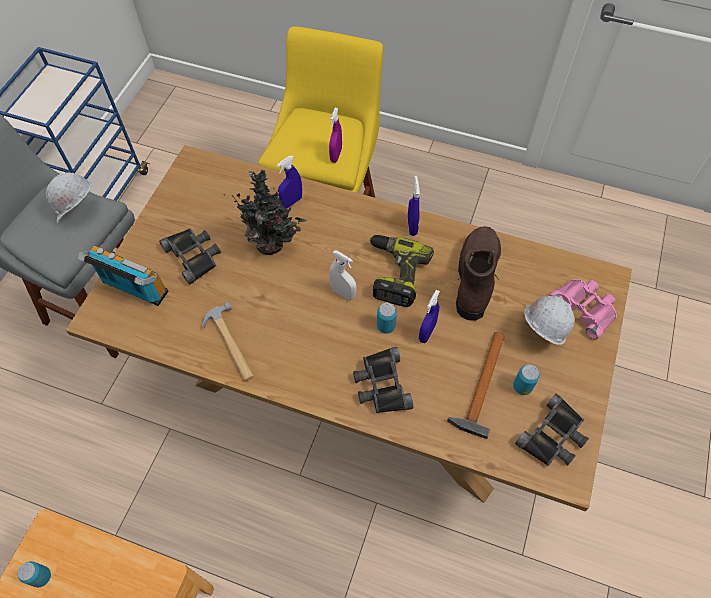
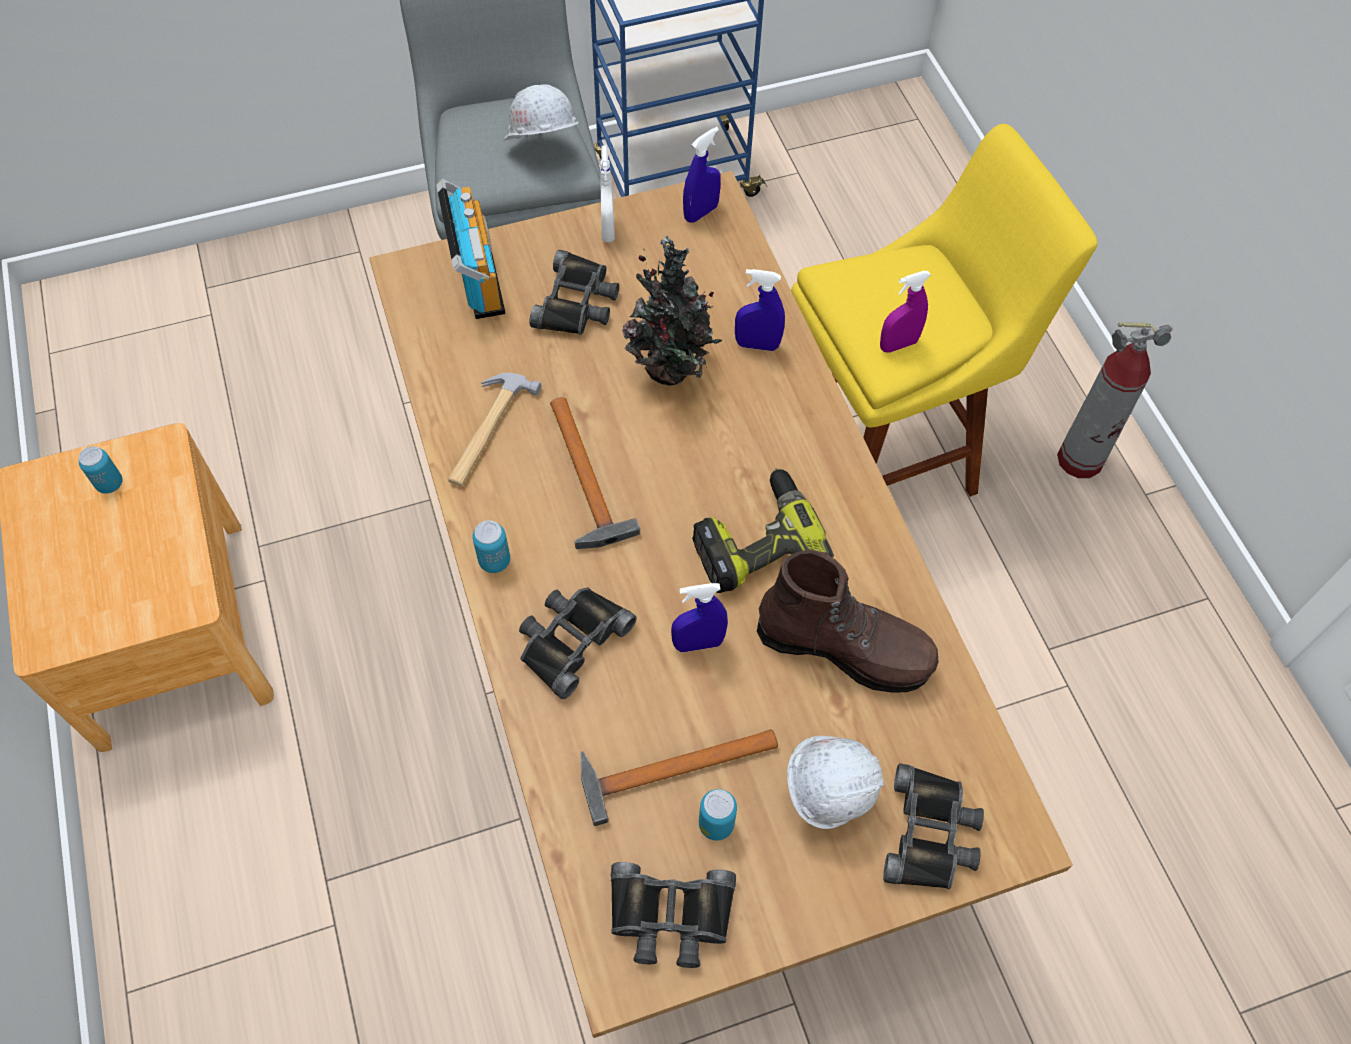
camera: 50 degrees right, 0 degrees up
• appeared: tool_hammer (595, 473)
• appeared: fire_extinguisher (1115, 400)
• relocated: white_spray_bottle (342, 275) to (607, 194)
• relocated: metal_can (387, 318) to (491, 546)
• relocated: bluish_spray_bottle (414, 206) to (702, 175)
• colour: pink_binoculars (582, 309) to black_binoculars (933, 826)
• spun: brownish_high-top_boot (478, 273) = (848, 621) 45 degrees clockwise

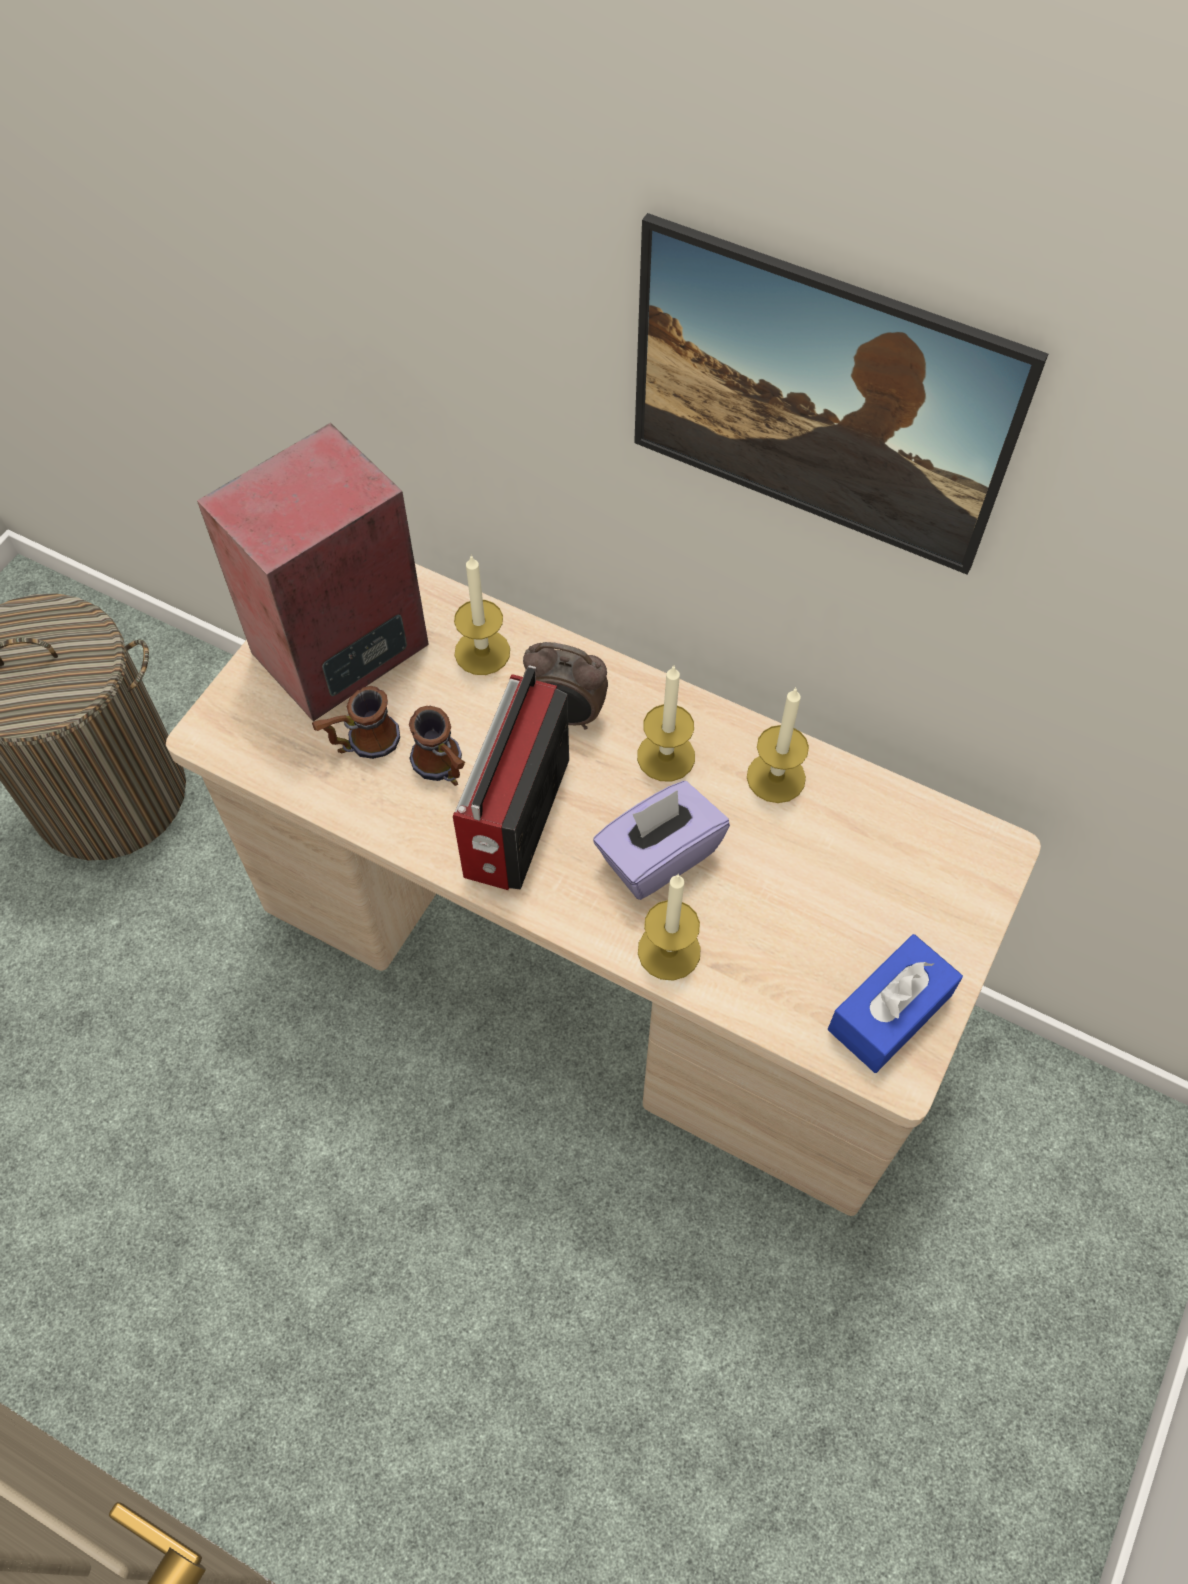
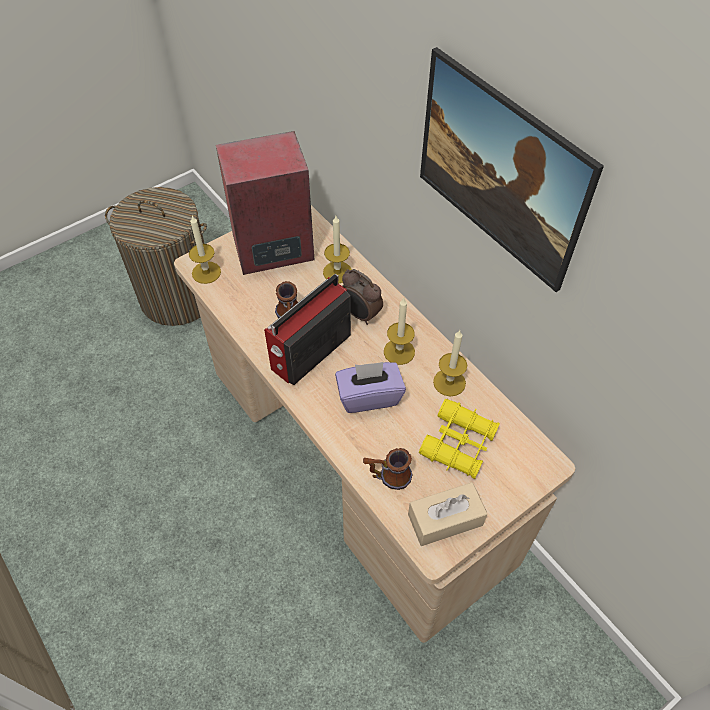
camera: 25 degrees right, 5 degrees down
• appeared: yellowish_binoculars (459, 438)
• relocated: tea_mug (356, 722) to (388, 469)
• relocated: candle (669, 928) to (205, 249)
• colour: bluish_tissue_holder (895, 1003) to sand-coloured_tissue_holder (448, 514)

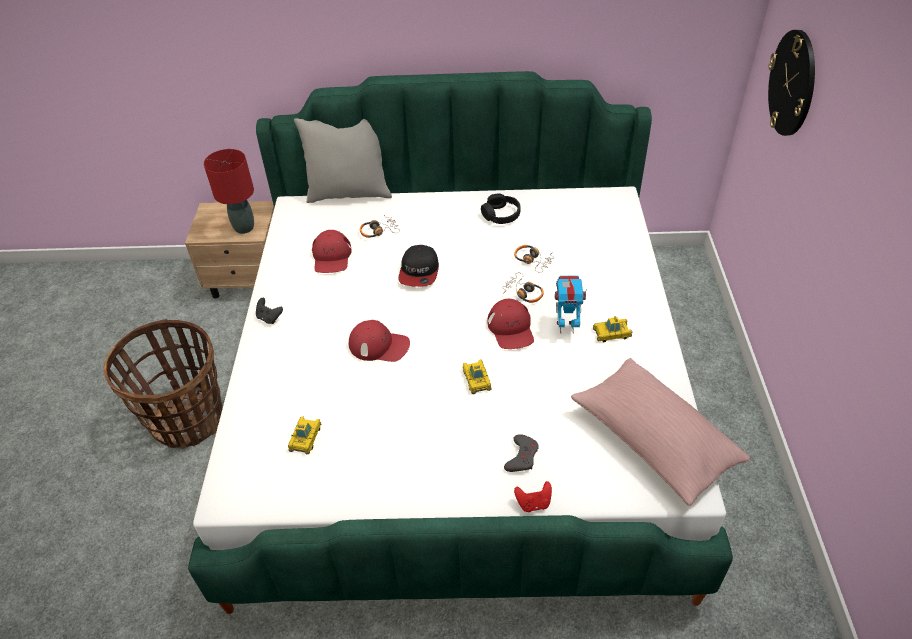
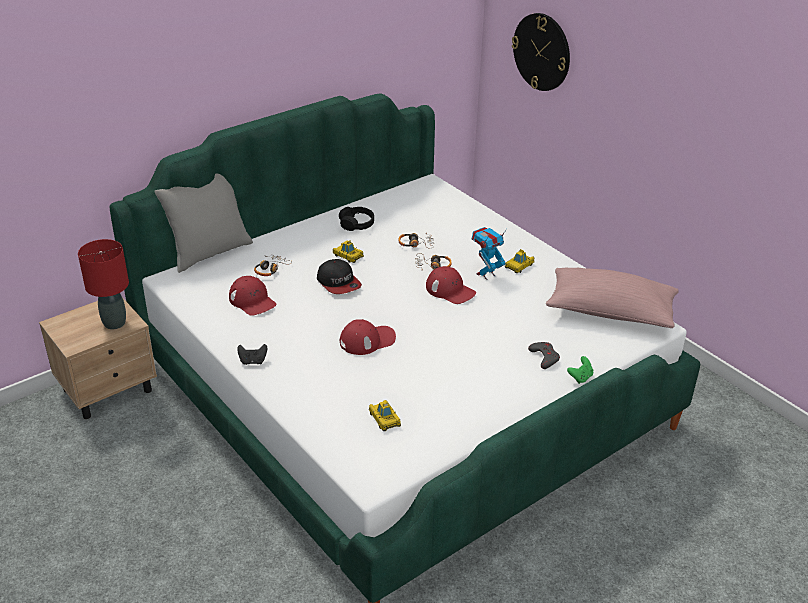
camera: 40 degrees left, 10 degrees down
• missing: household_basket (163, 384)
• relocated: model_car (477, 377) to (348, 251)
• colour: red_joypad (533, 496) to greenish_joypad (580, 370)

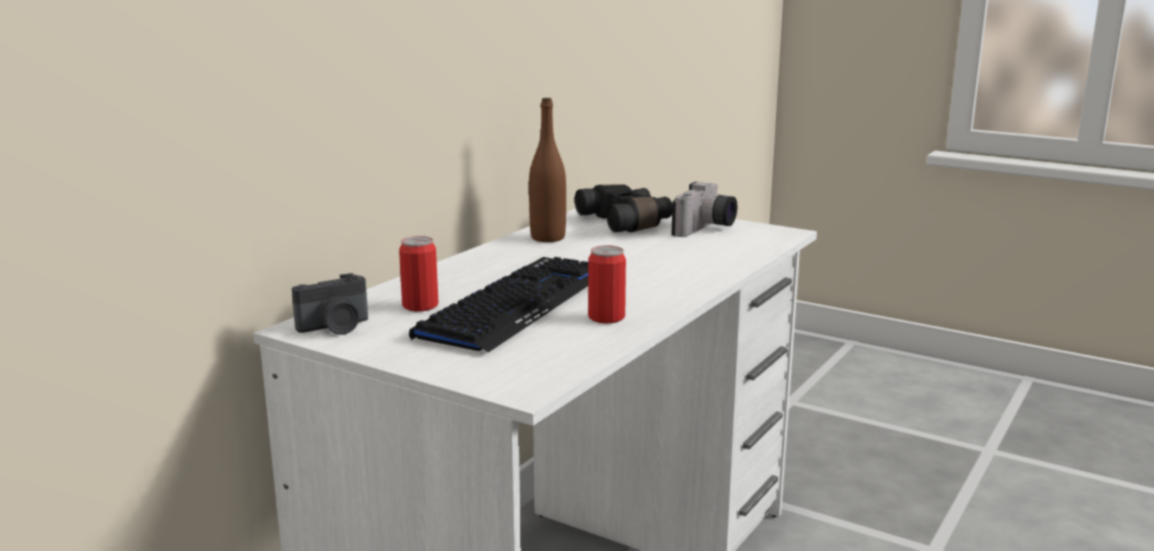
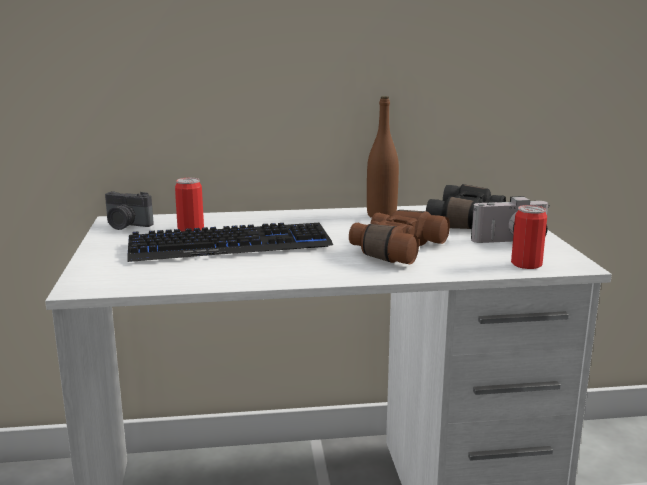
camera: 50 degrees right, 0 degrees up
• appeared: brownish_binoculars (399, 237)
• relocated: metal_can (607, 284) to (529, 237)

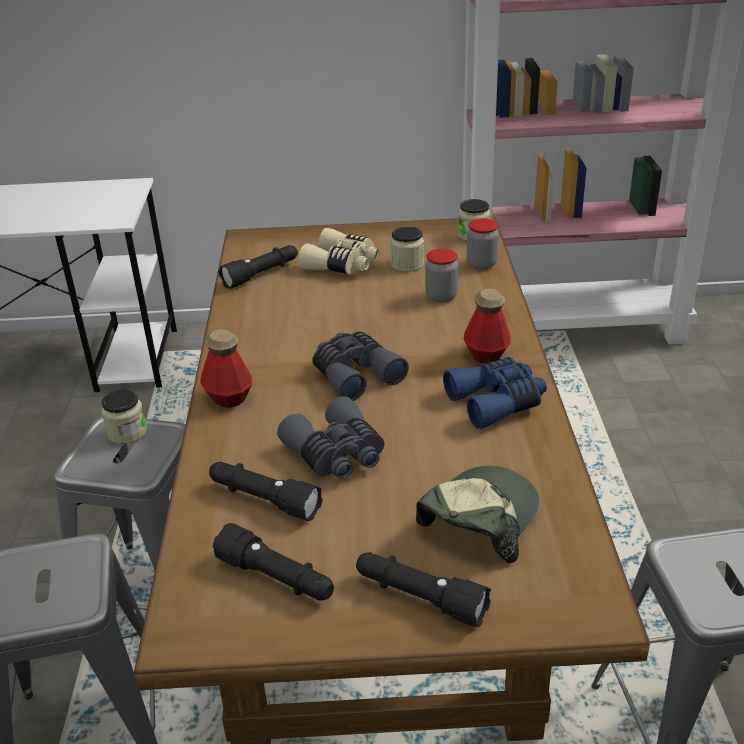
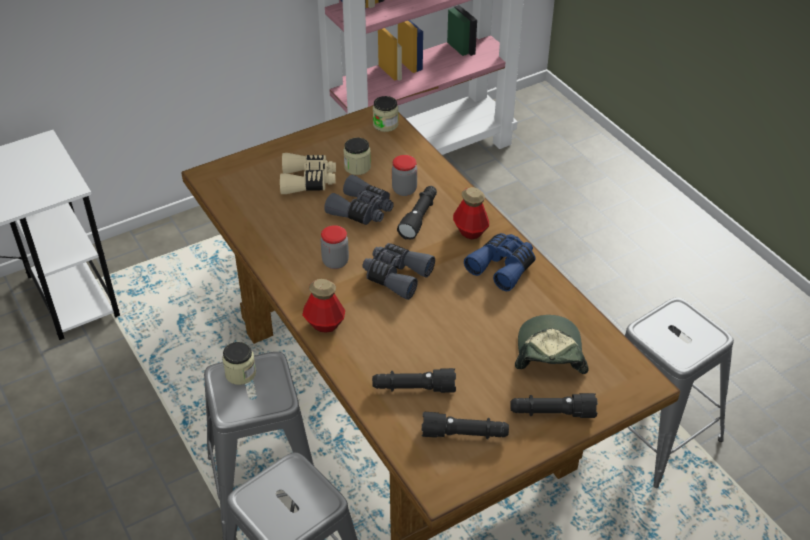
camera: 30 degrees left, 10 degrees up
• relocated: black_torch (258, 267) to (417, 212)
• relocated: grey_binoculars (331, 437) to (359, 200)
• relocated: preserve_jar (483, 244) to (335, 247)

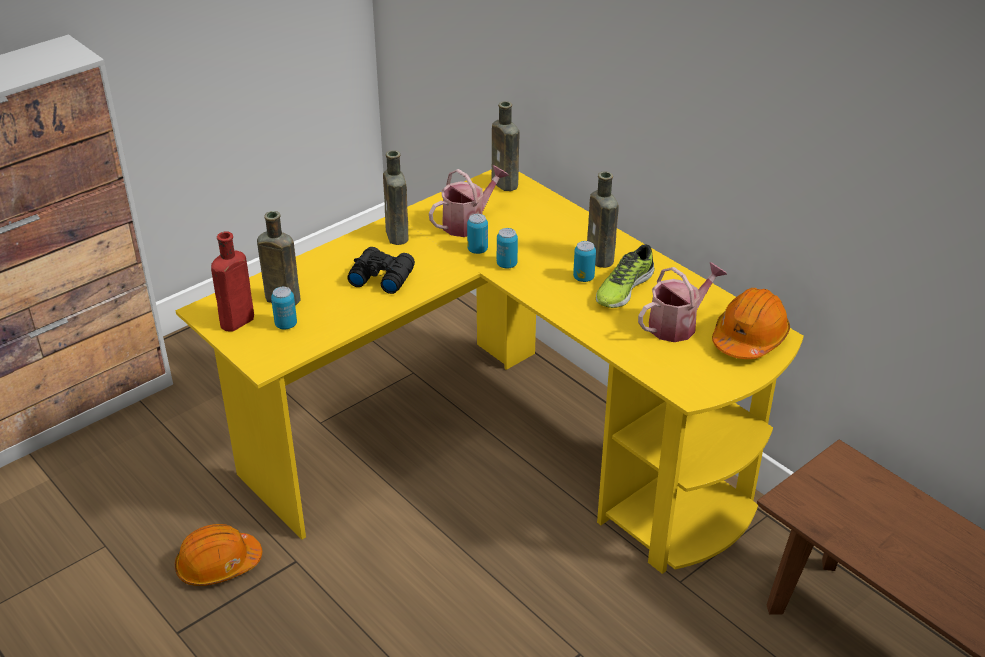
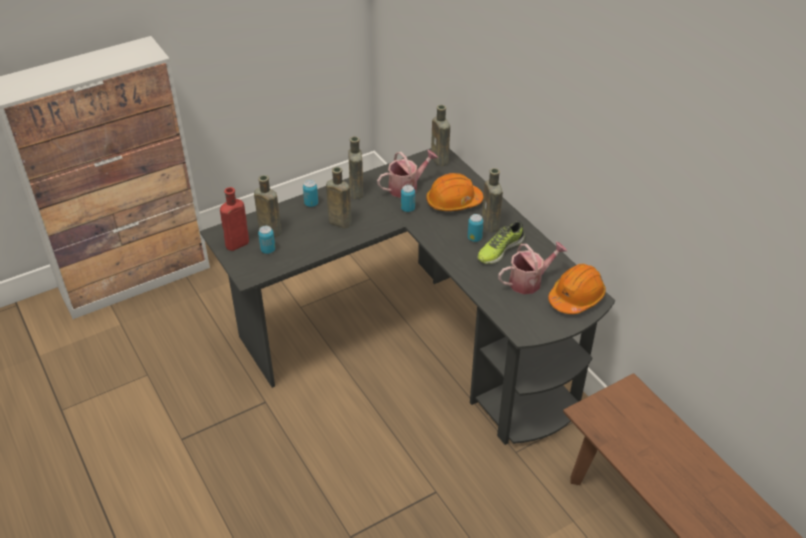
camera: 10 degrees right, 5 degrees up
• relocated: orange_safety_helmet (218, 555) to (455, 192)
• relocated: metal_can (507, 248) to (310, 193)
• exchanged: black_binoculars (381, 270) to brownish_drink_bottle (338, 197)
• colour: yellowish_desk (489, 371) to black_desk (407, 296)

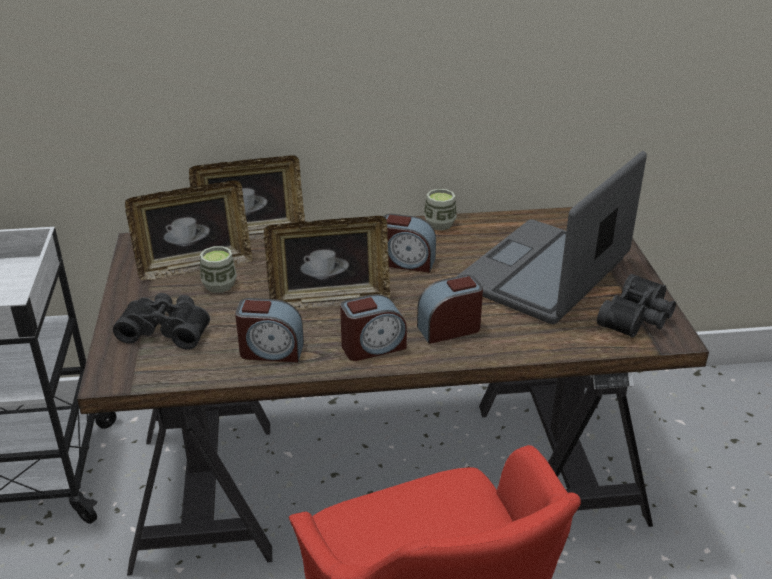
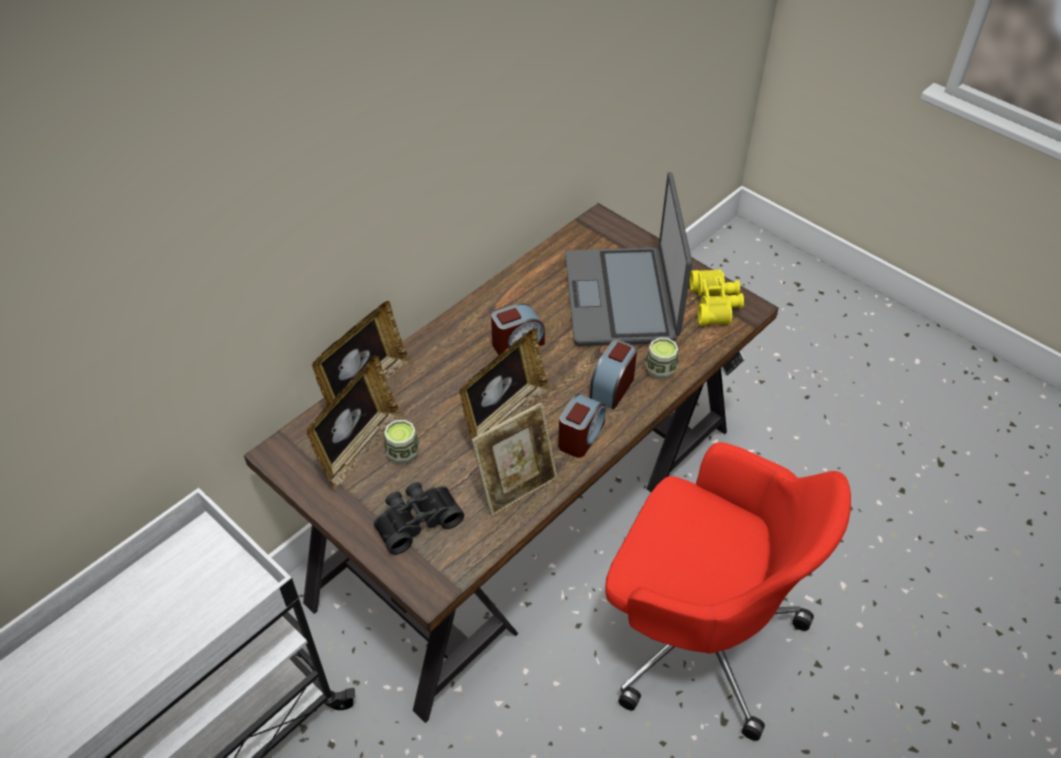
camera: 40 degrees left, 15 degrees up
• relocated: drinking_cup (440, 210) to (661, 358)
• exchanged: alarm_clock (269, 330) to picture_frame (514, 459)
• colour: black_binoculars (636, 306) to yellowish_binoculars (717, 297)

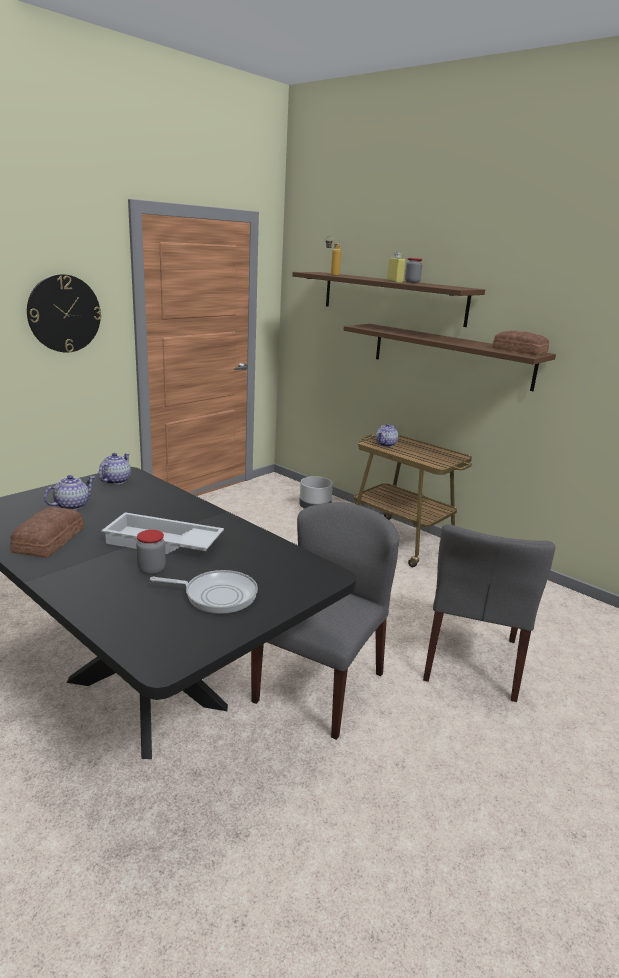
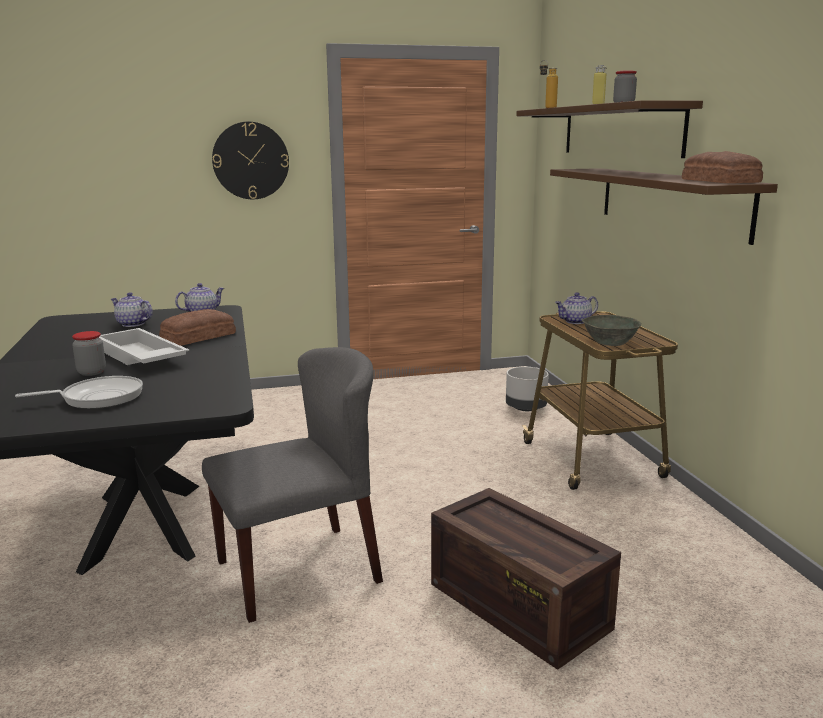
camera: 35 degrees right, 5 degrees down
• appeared: grey_bowl (611, 330)
• relocated: bakery_bread (47, 532) to (197, 327)
• exchanged: grey_upright_chair (489, 613) to crate (526, 579)
• spun: tea_pot (70, 492) = (132, 309) 135 degrees counterclockwise
• spun: pan (204, 592) = (79, 392) 60 degrees counterclockwise

